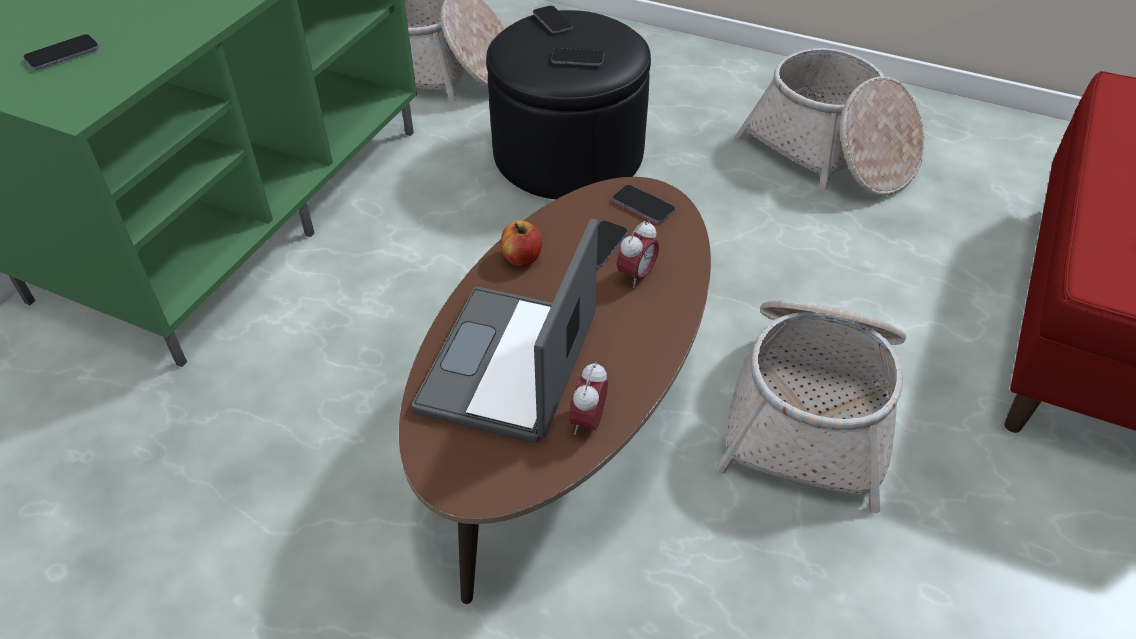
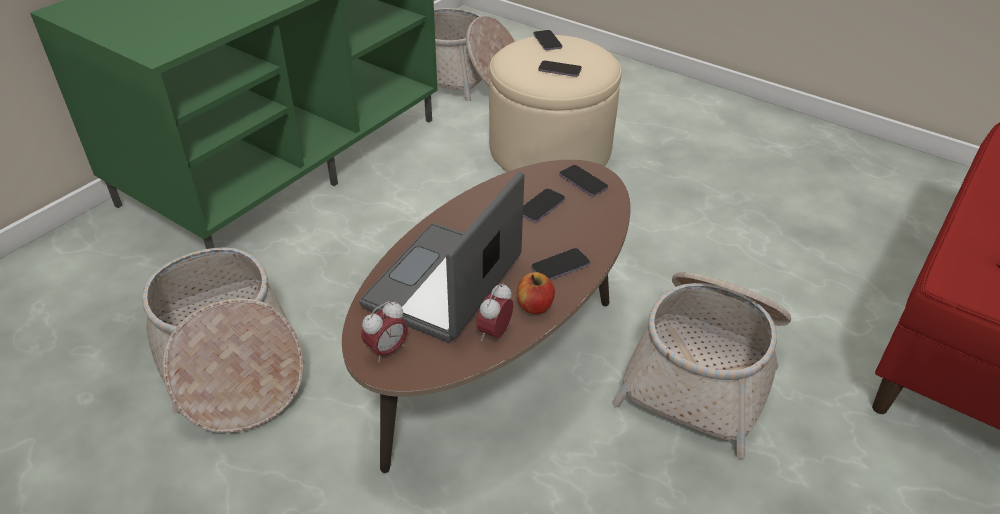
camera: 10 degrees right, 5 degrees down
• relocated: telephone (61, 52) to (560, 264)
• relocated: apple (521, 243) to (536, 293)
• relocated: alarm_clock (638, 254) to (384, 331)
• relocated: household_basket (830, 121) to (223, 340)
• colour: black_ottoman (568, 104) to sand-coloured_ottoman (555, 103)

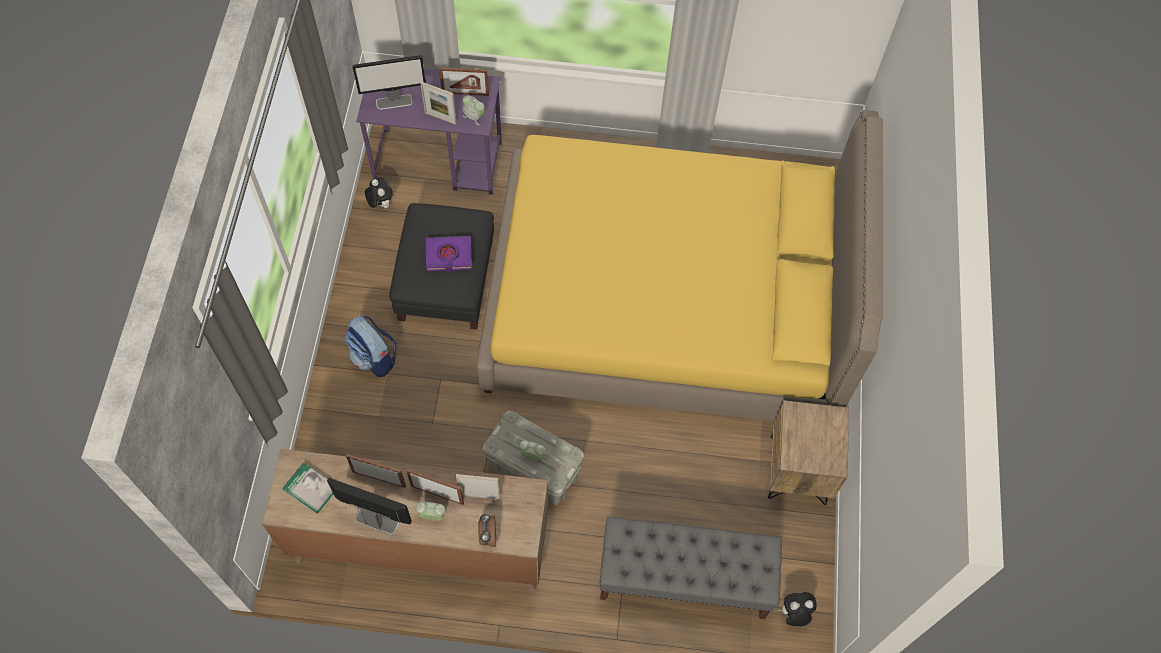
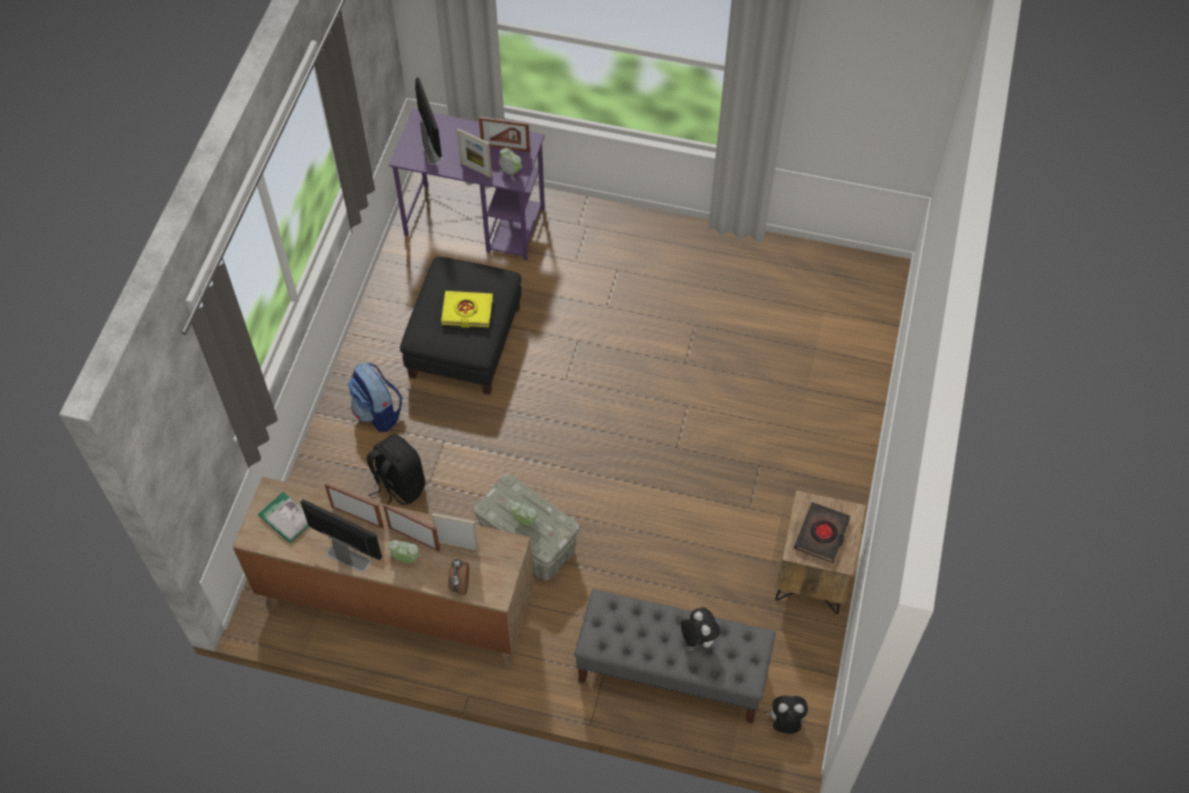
camera: 10 degrees right, 5 degrees down
• missing: yellowish_sleeping_bed (679, 265)
• appeared: black_backpack (396, 469)
• appeared: black_bound_book (822, 532)
• relocated: cuddly_toy (379, 192) to (700, 627)
• colour: purple_bound_book (449, 254) to yellowish_bound_book (467, 309)
• spun: computer_display (389, 82) = (429, 121) 105 degrees counterclockwise

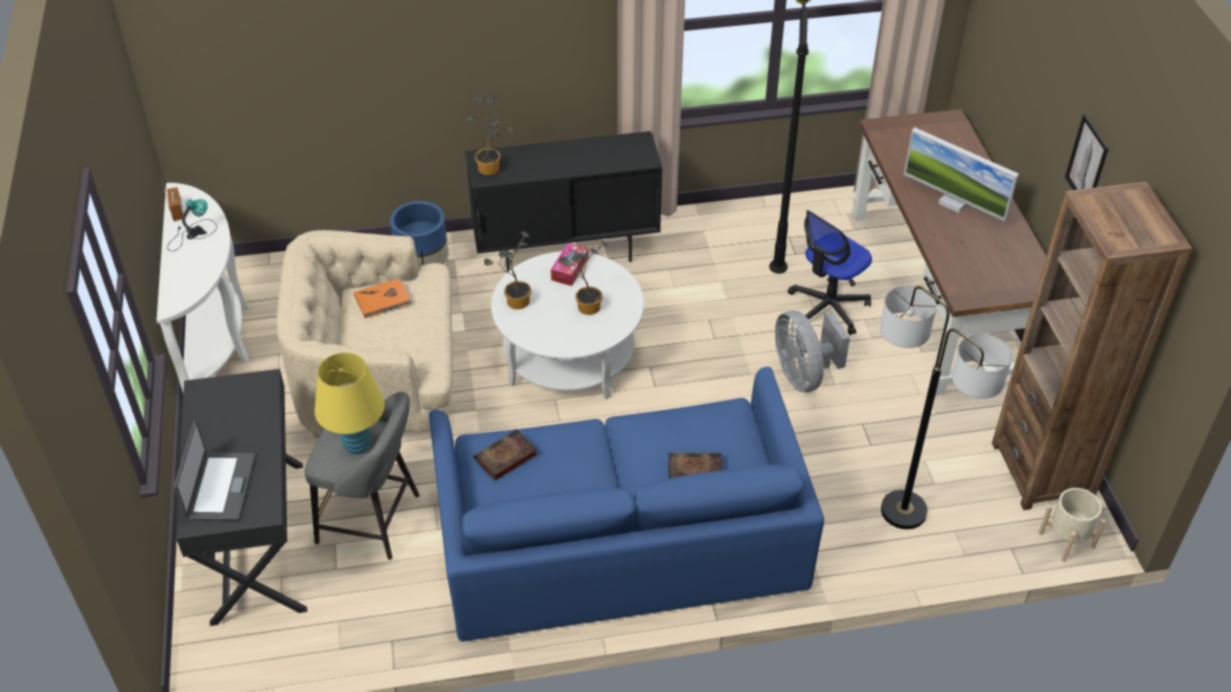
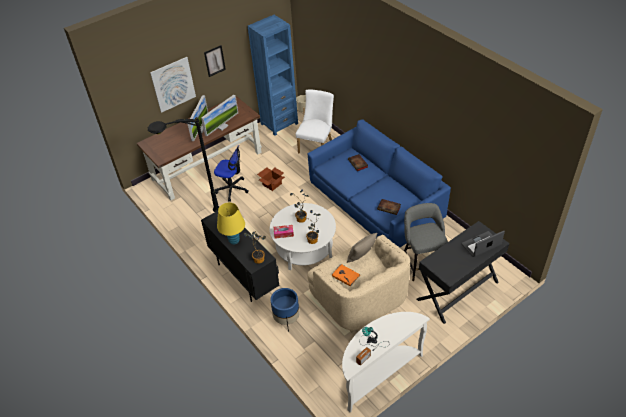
camera: 115 degrees left, 0 degrees up
• appeared: picture (173, 85)
• appeared: computer_display (219, 115)
• appeared: sand-coloured_throw_pillow (362, 248)
• relocated: yellowish_tabletop_lamp (349, 403) to (231, 224)
• exchanged: grey_fan (812, 351) to cardboard_box (271, 179)
• exchanged: standard_lamp (946, 407) to white_upright_chair (315, 121)
• colour: brownish_bookshelf (1092, 346) to bluish_bookshelf (273, 75)

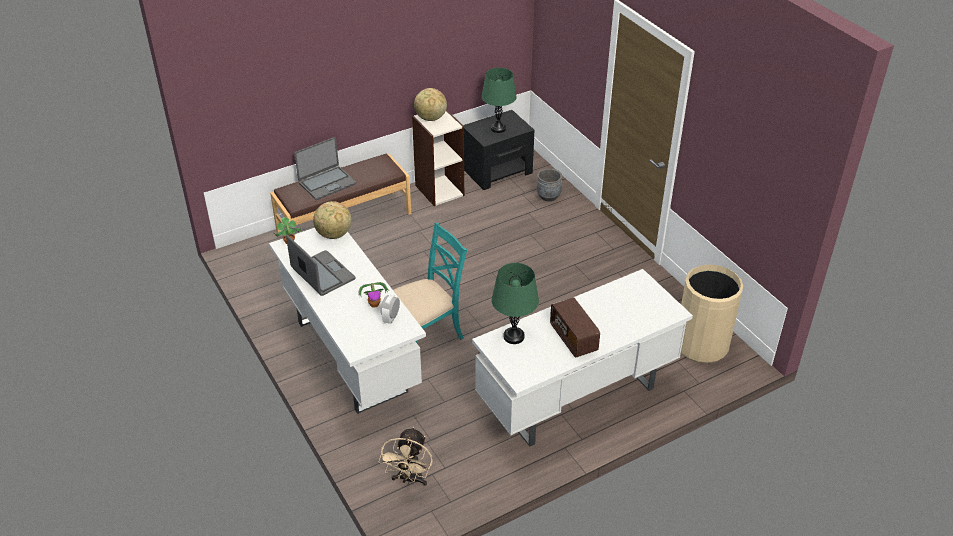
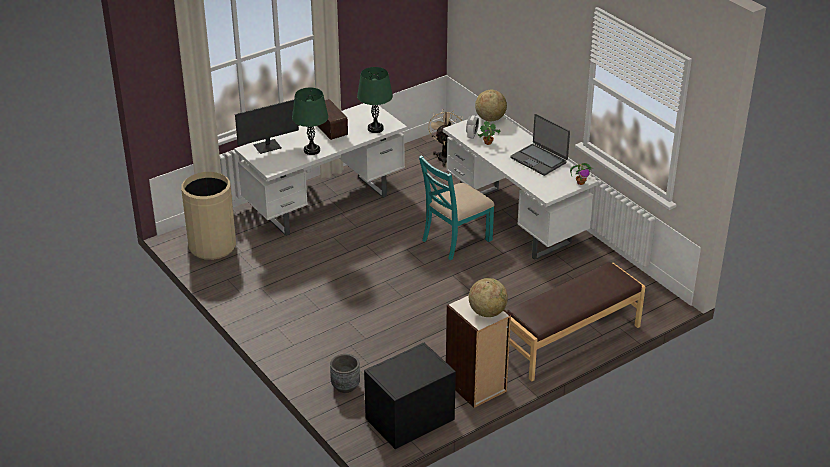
camera: 175 degrees right, 5 degrees down
• missing: portable_computer (325, 168)
• appeared: computer_display (267, 127)
• relocated: world_globe (332, 220) to (491, 106)
• relocated: greenish_tabletop_lamp (499, 100) to (310, 121)

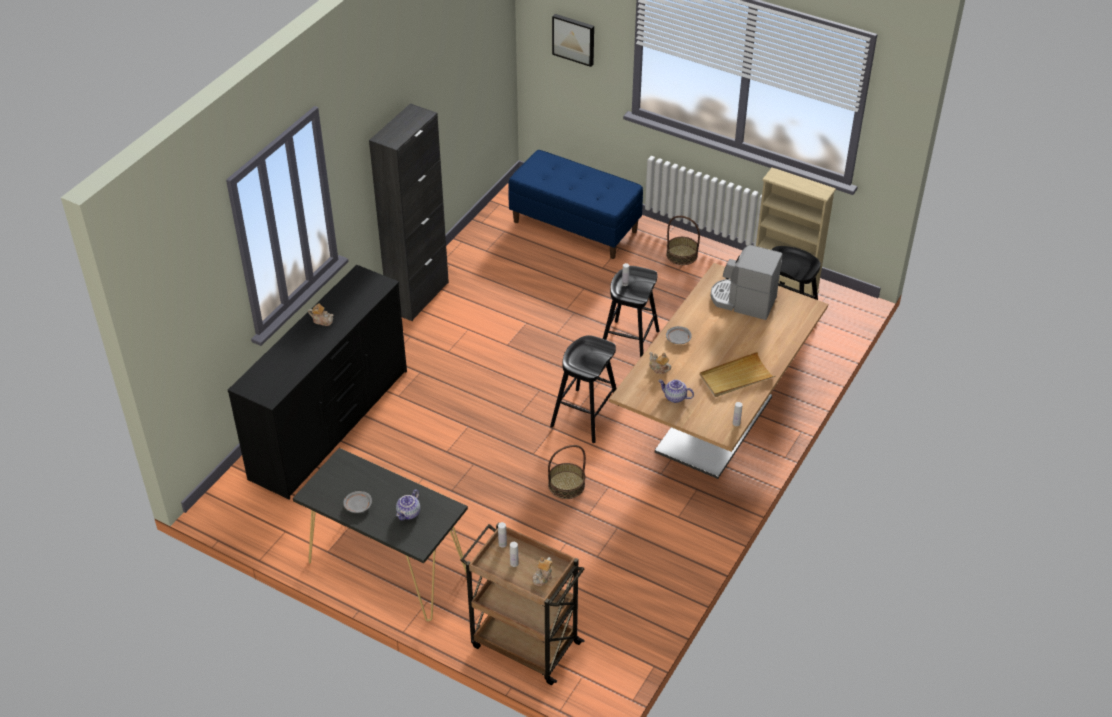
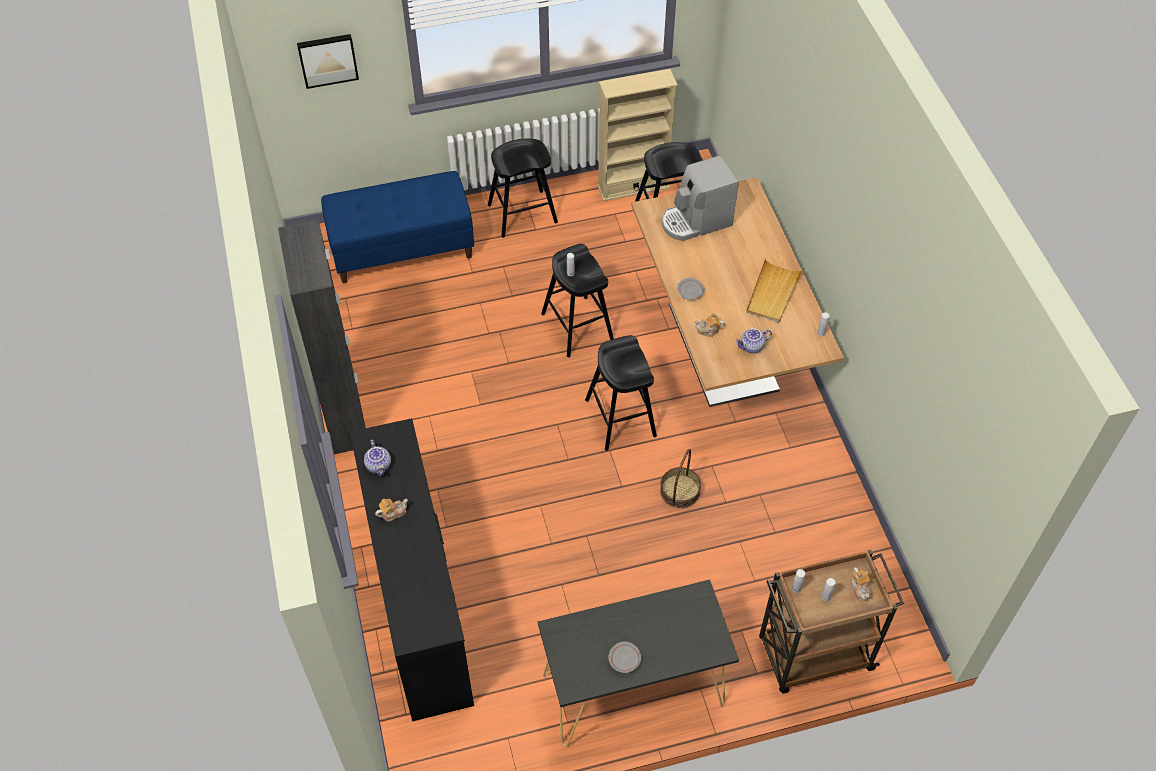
camera: 45 degrees left, 10 degrees up
• relocated: tea_pot (408, 504) to (377, 457)
• exchanged: household_basket (683, 240) to black_stool_seat (523, 188)

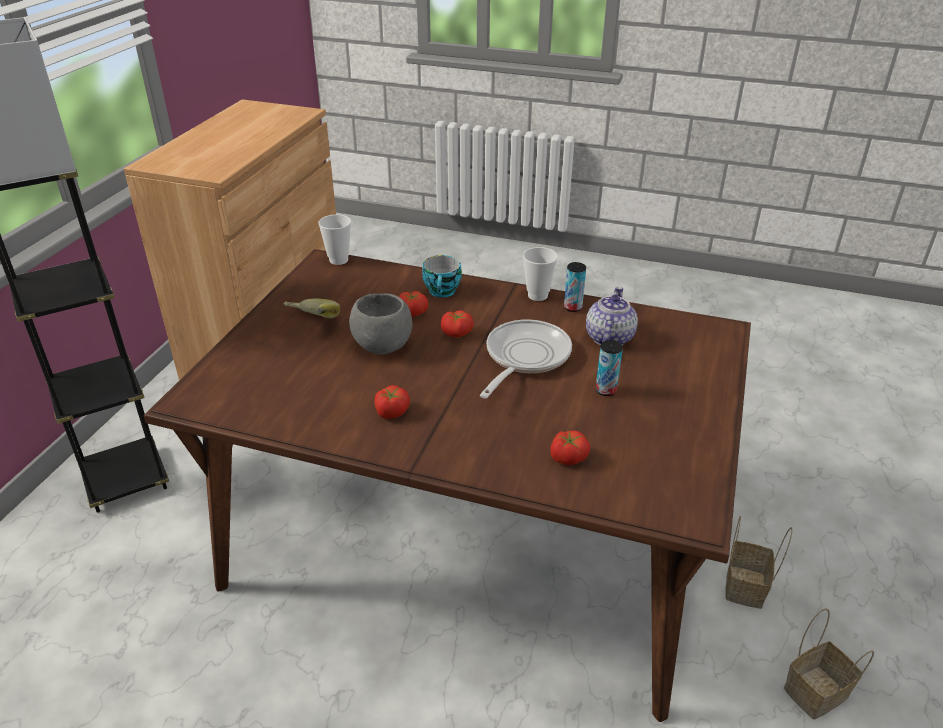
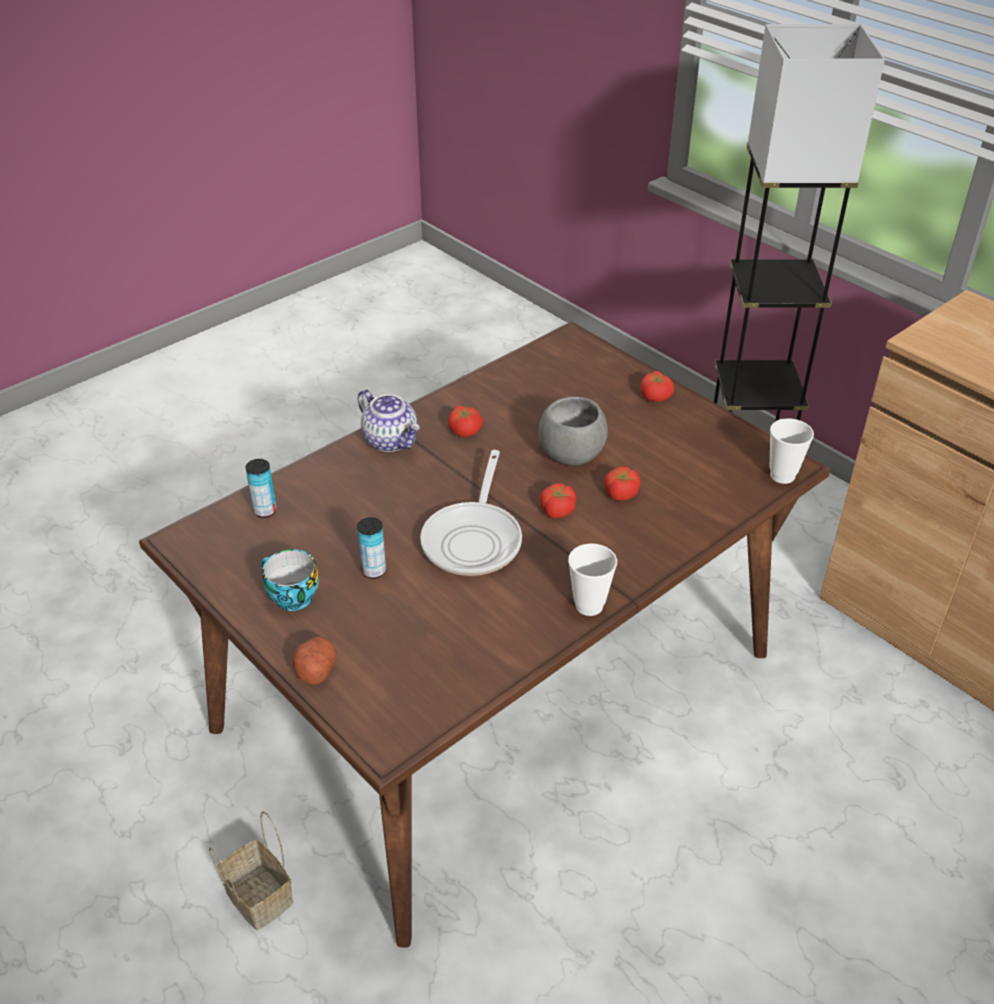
camera: 120 degrees right, 5 degrees up
• missing: banana_fruit (312, 308)
• missing: household_basket (829, 663)
• appeared: spud (314, 661)
• relocated: drinking_cup (442, 276) to (290, 580)
• relocated: fresh_tomato (570, 447) to (657, 386)
• relocated: metal_can (575, 287) to (261, 488)
• relocated: tea_pot (612, 316) to (389, 420)
• spun: pan (526, 359) = (471, 513) 45 degrees clockwise

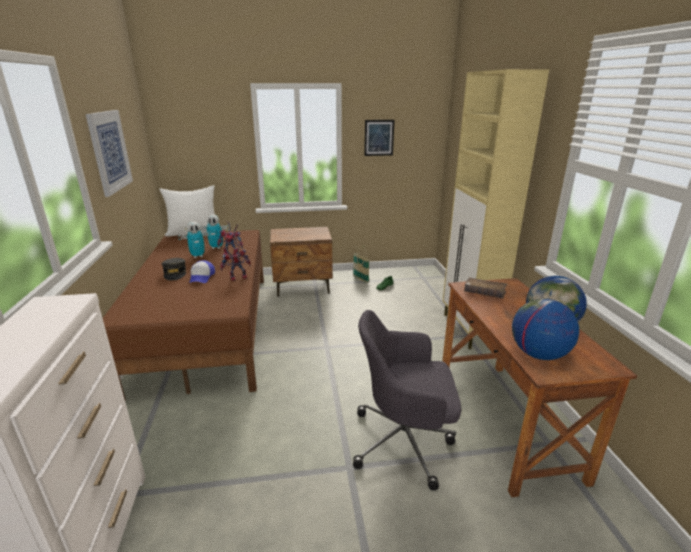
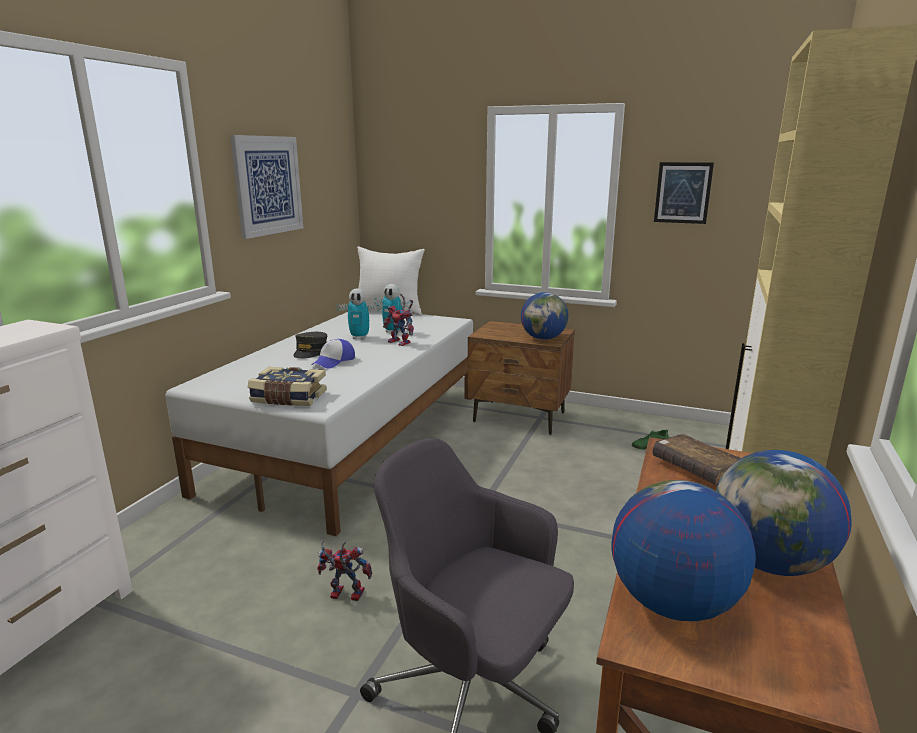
camera: 30 degrees right, 5 degrees down
• missing: household_basket (361, 264)
• appeared: bound_book (287, 386)
• appeared: world_globe (544, 316)
• relocated: model_robot (235, 262) to (344, 570)
• colour: brownish_sleeping_bed (183, 315) to white_sleeping_bed (319, 423)

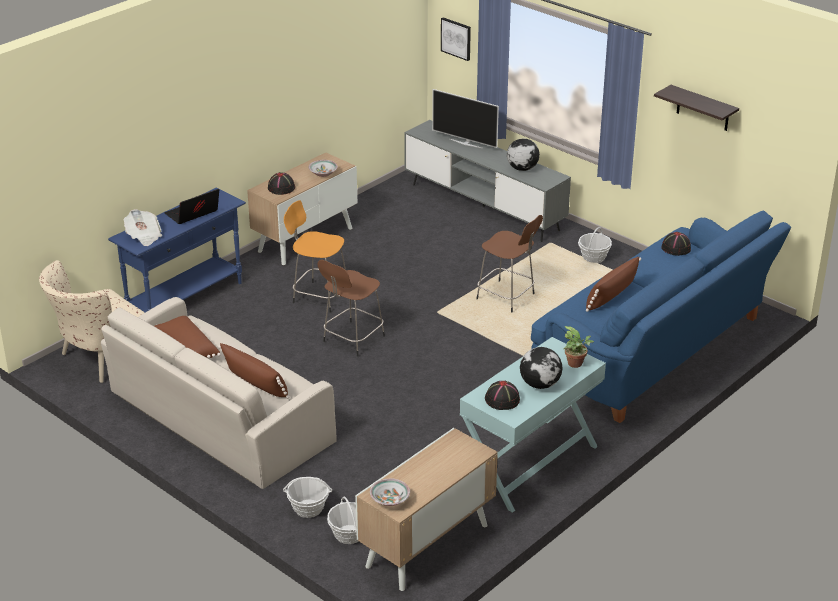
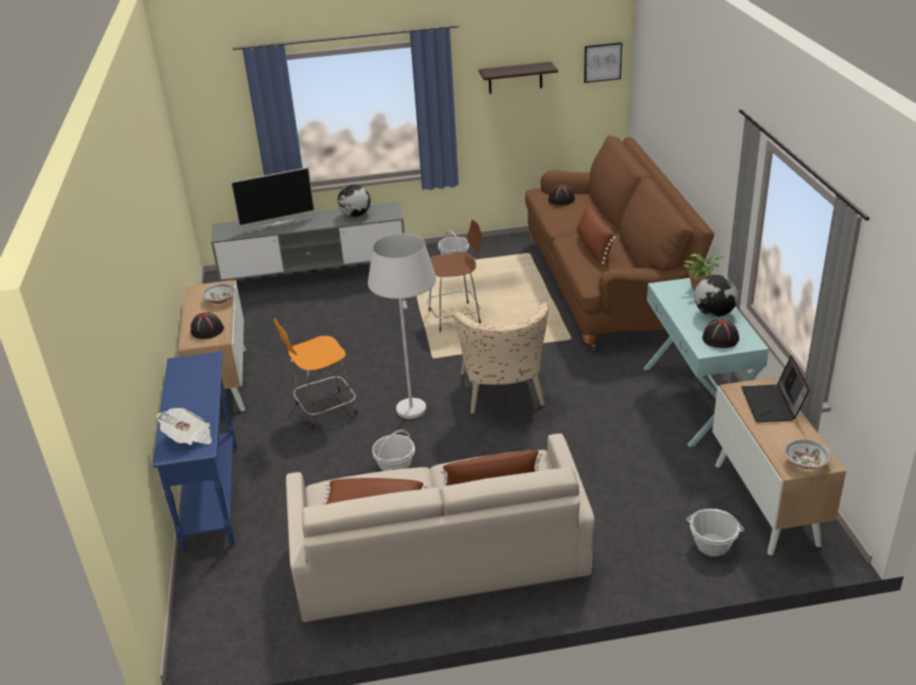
camera: 50 degrees left, 0 degrees up
• relocated: sand-coloured_armchair (91, 321) to (501, 358)
• relocated: portable_computer (192, 206) to (775, 388)
• relocated: household_basket (307, 497) to (393, 450)
• relocated: picture (456, 39) to (603, 62)
• exchanged: brownish_stool_seat (351, 308) to white_standard_lamp (402, 326)
• colour: bluish_couch (661, 316) to brownish_couch (619, 243)

